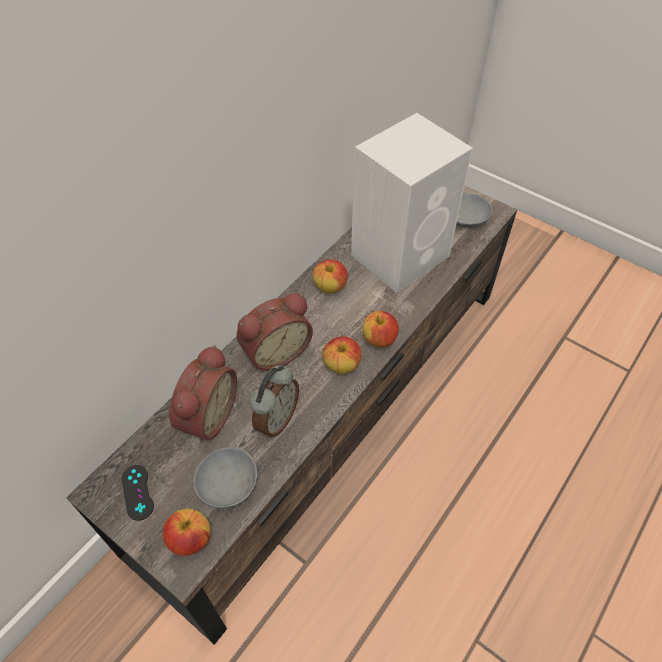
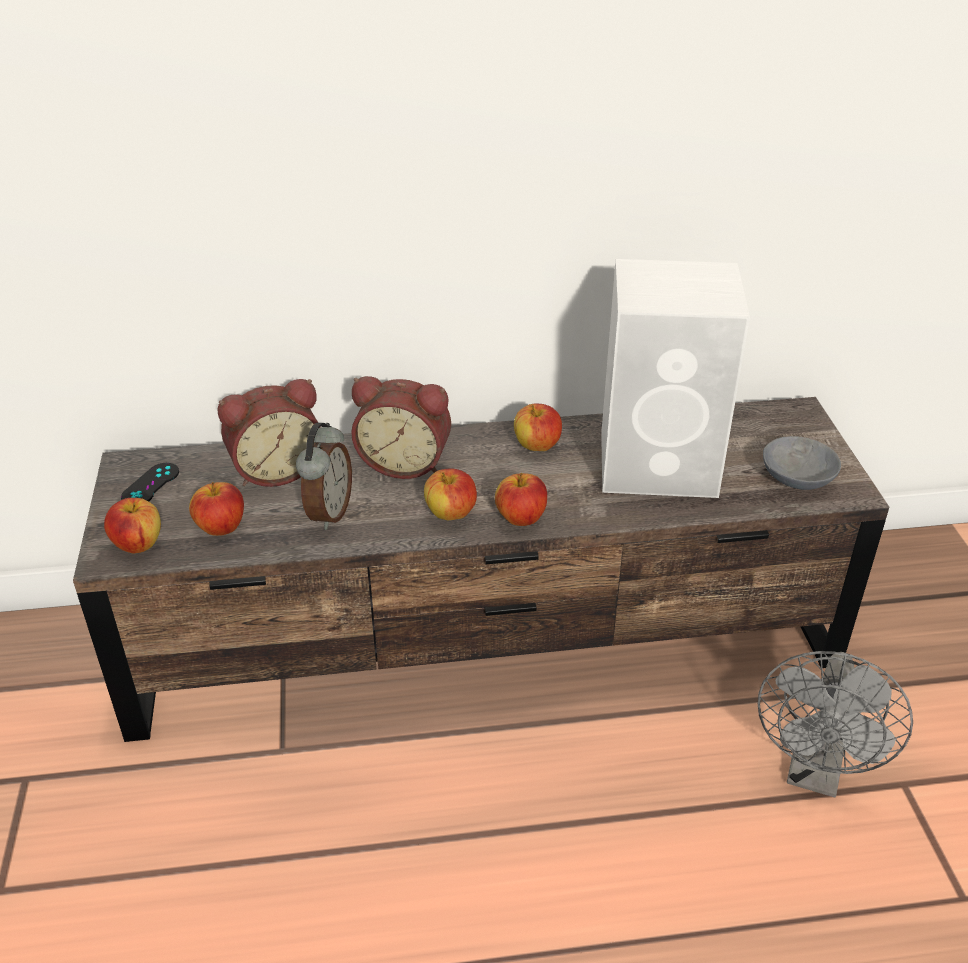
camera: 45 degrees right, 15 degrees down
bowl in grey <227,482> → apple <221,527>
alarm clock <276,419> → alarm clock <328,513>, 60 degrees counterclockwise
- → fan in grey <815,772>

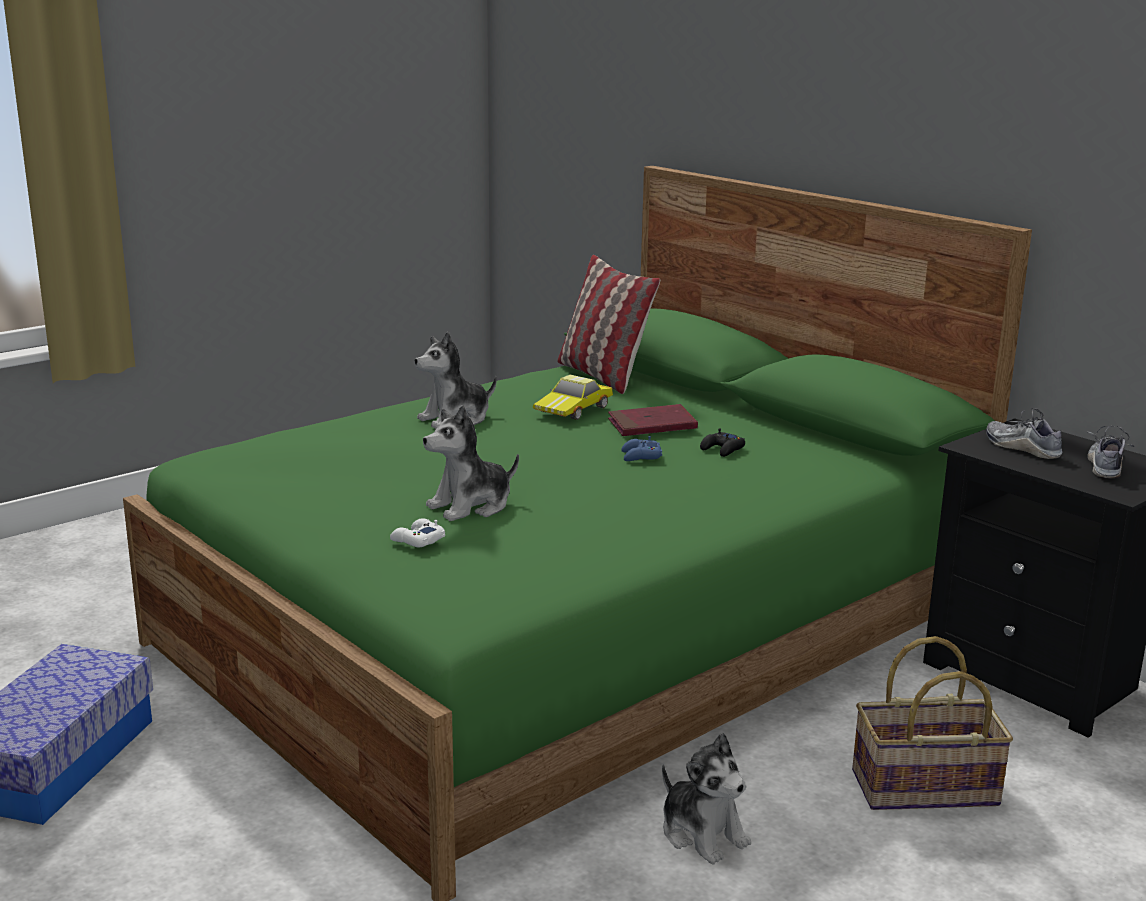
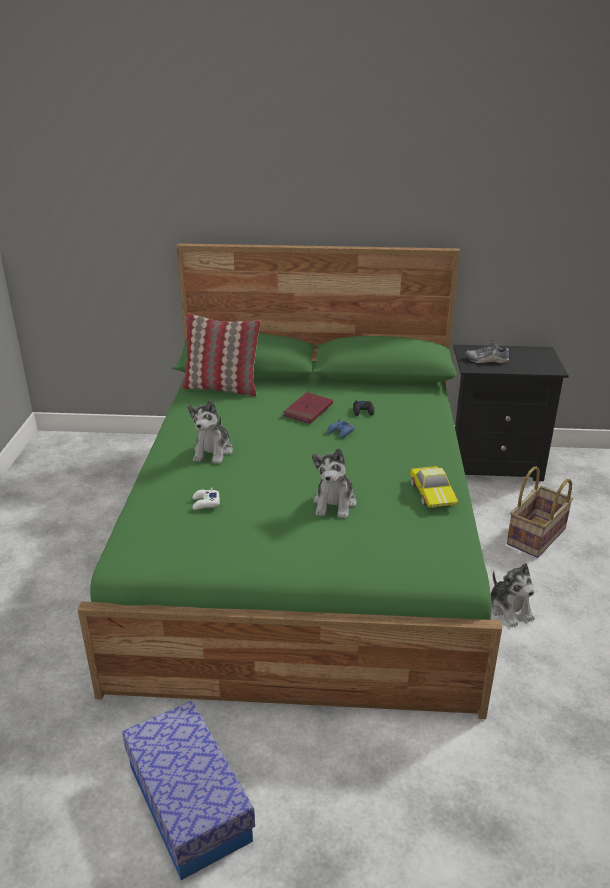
camera: 45 degrees left, 10 degrees up
game controller in white <417,540> → game controller in white <205,503>, move
toy car <575,409> → toy car <433,493>, move
plush toy <702,834> → plush toy <509,609>, 60 degrees clockwise
shoe <1105,465> → -

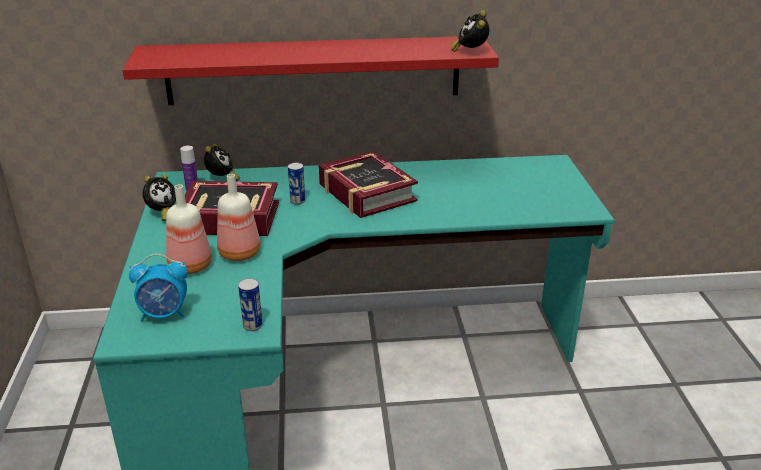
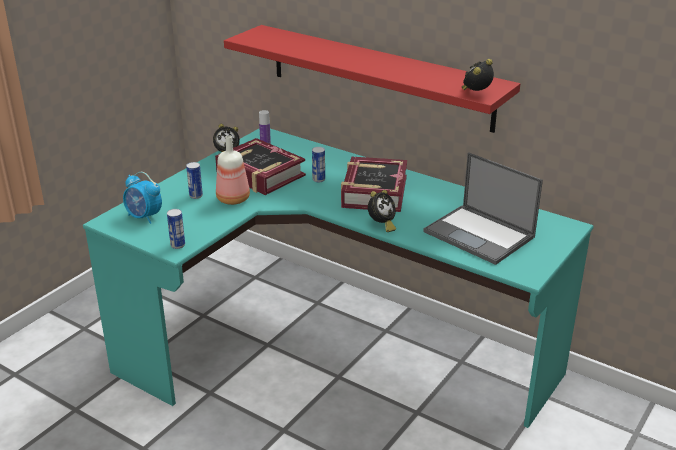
camera: 40 degrees right, 0 degrees up
bottle <191,267> → can <196,196>
alarm clock <222,179> → alarm clock <381,225>, move
- → laptop <480,235>

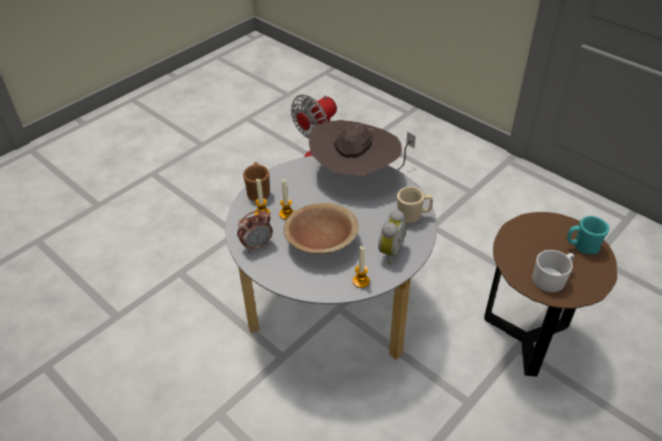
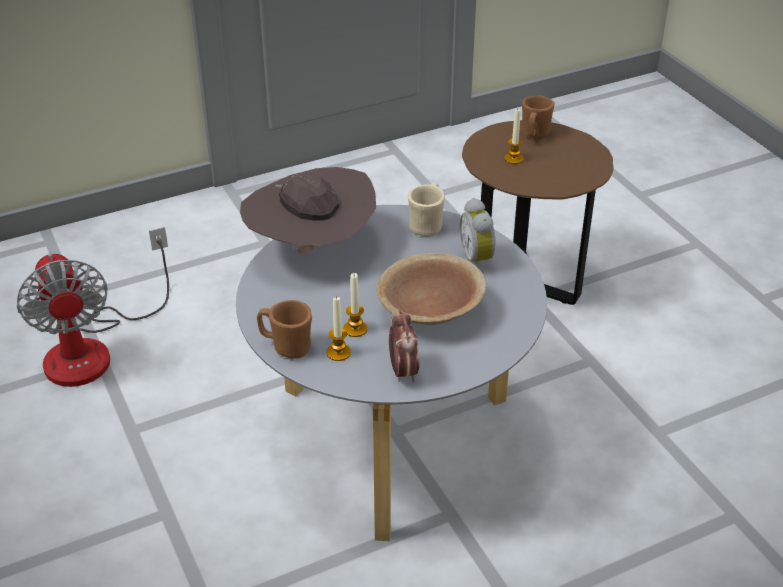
camera: 70 degrees left, 5 degrees down
alarm clock <389,252> → alarm clock <478,260>, 150 degrees counterclockwise
candle <361,281> → candle <513,159>, move
mug in turquoise <582,247> → mug in brown <534,136>
mug in white <552,278> → -

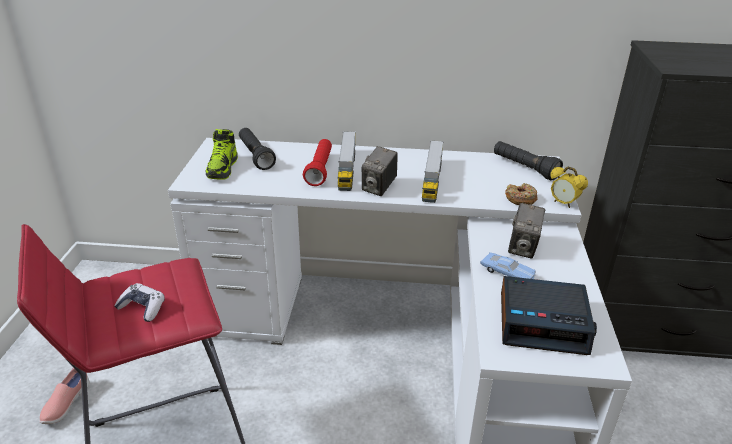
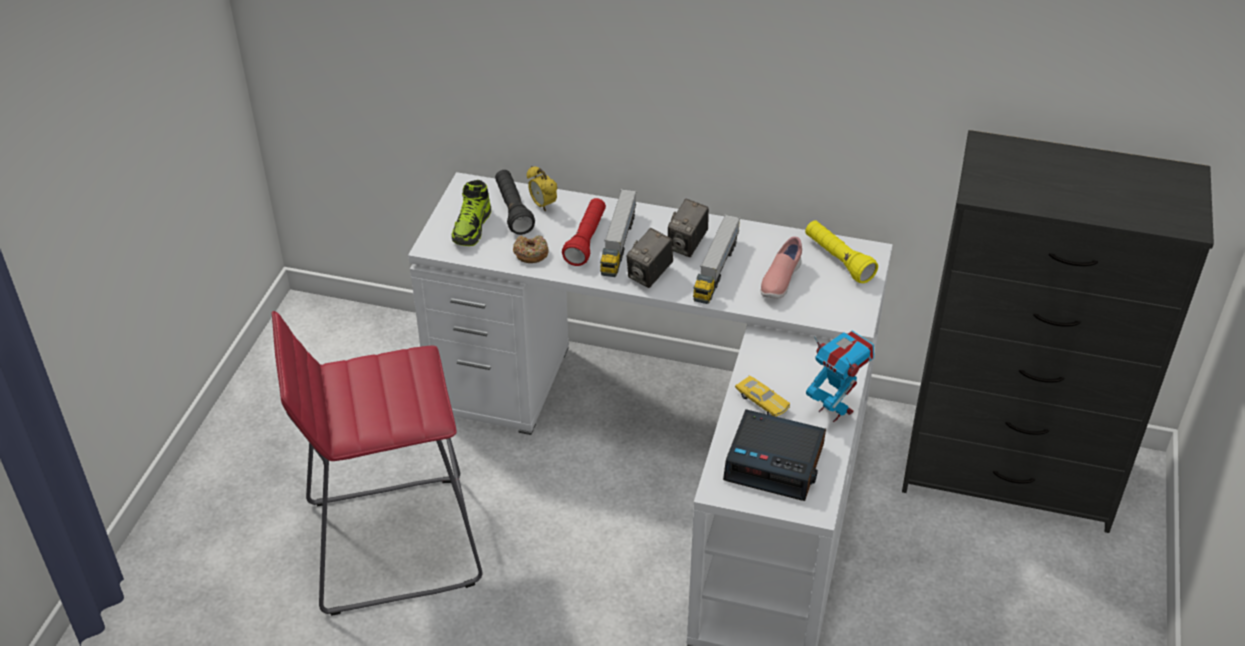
camera: 10 degrees right, 10 degrees up
donut <520,199> → donut <530,253>, move
alarm clock <563,203> → alarm clock <543,205>, move
photo camera <523,248> → photo camera <687,245>, move
toy car in blue <507,273> → toy car in yellow <762,402>
shoe in pink <66,404> → shoe in pink <780,281>, move
flashlight in black <524,168> → flashlight in yellow <838,260>
- → toy robot <834,410>
game controller <142,308> → -

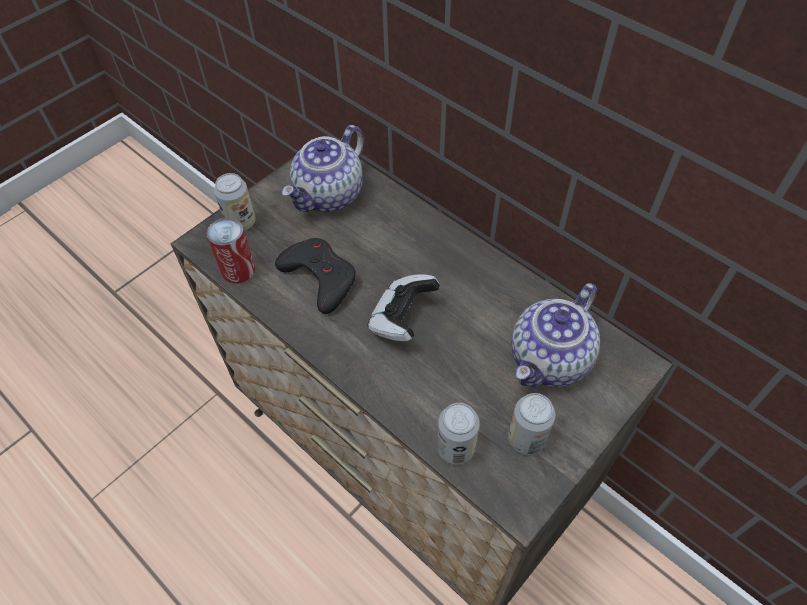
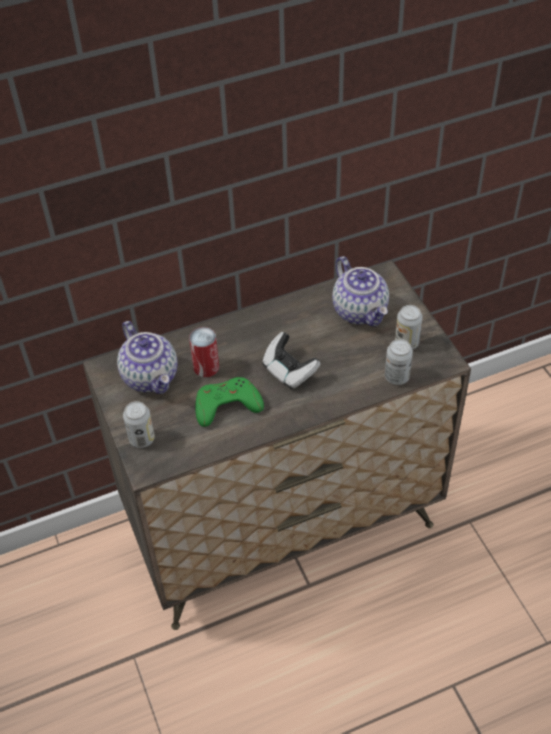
camera: 65 degrees left, 5 degrees down
can <238,270> → can <206,367>, move
game controller in black <319,277> → game controller in green <227,405>

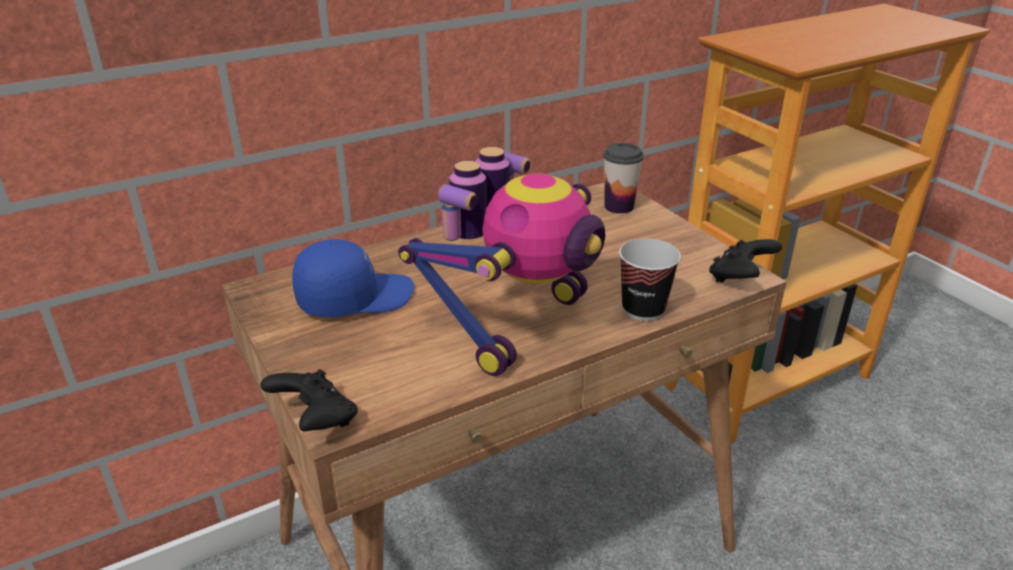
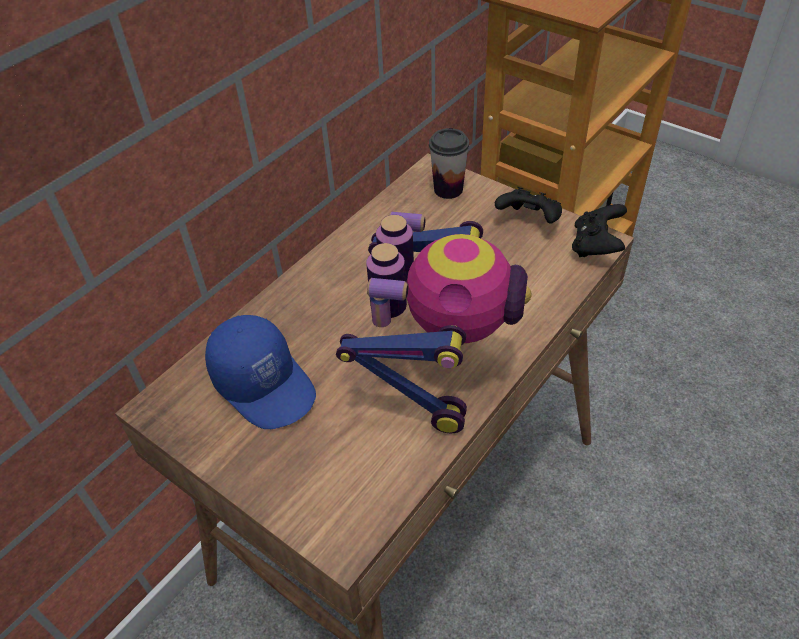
camera: 20 degrees left, 15 degrees up
cap in blue <355,297> → cap in blue <265,384>, 90 degrees clockwise
game controller in black <316,421> → game controller in black <529,221>, move
cup <643,309> → -

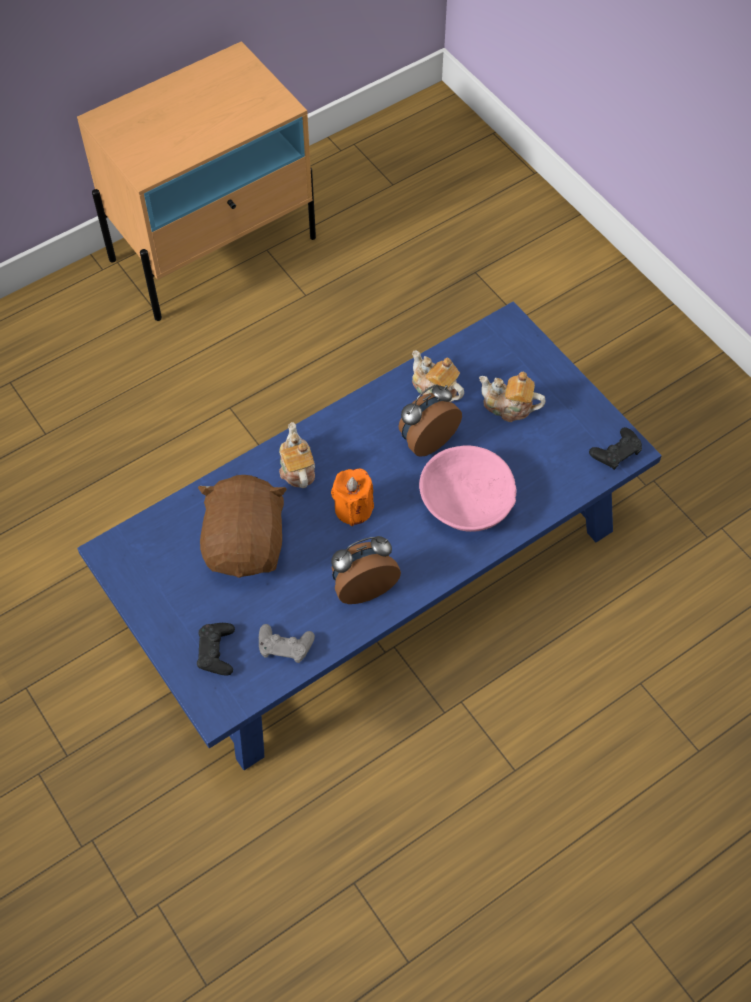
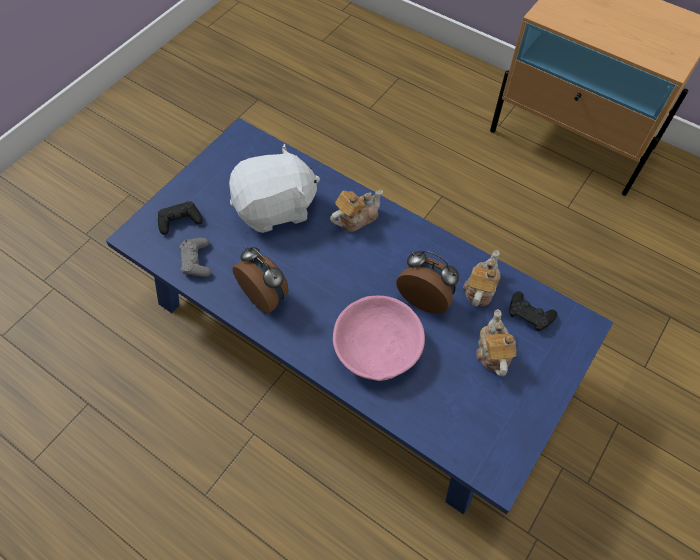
camera: 70 degrees right, 0 degrees up
plush toy in brown <246,544> → plush toy in white <276,208>
game controller in black <616,452> → game controller in black <529,314>, move
candle in orange <353,508> → -

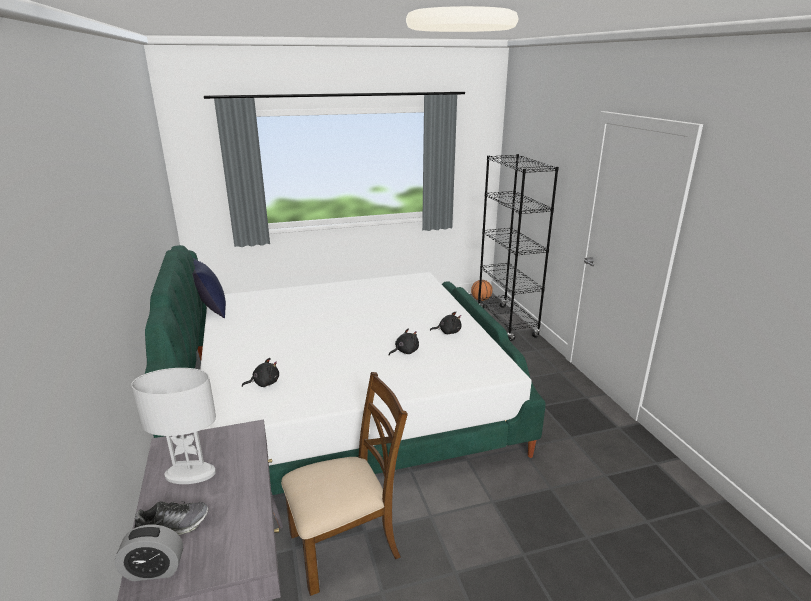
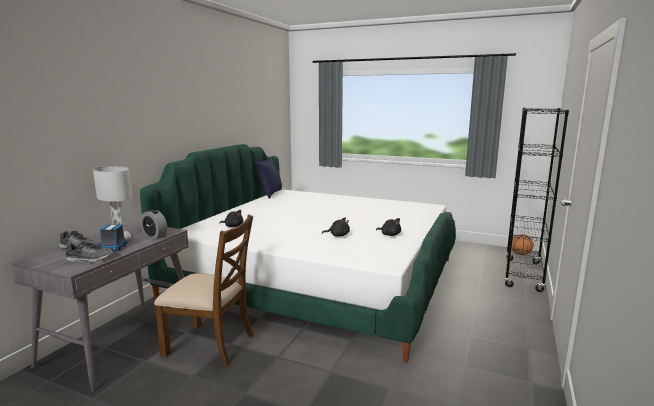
camera: 40 degrees right, 10 degrees down
- → shoe <89,259>
- → toy truck <113,248>
alarm clock <154,570> → alarm clock <154,235>, move

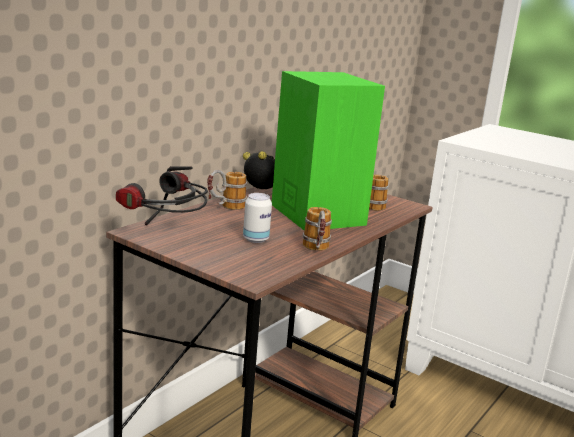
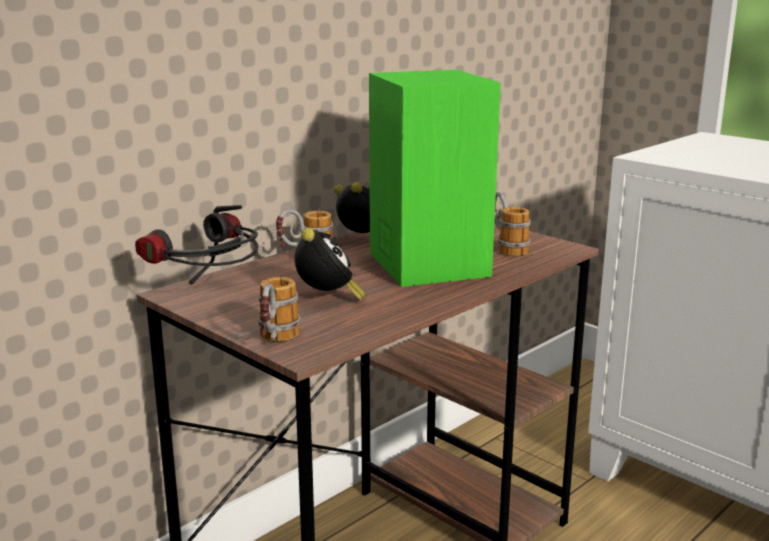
camera: 10 degrees right, 0 degrees up
mug <316,250> → mug <275,341>, move
can <255,239> → alarm clock <328,299>

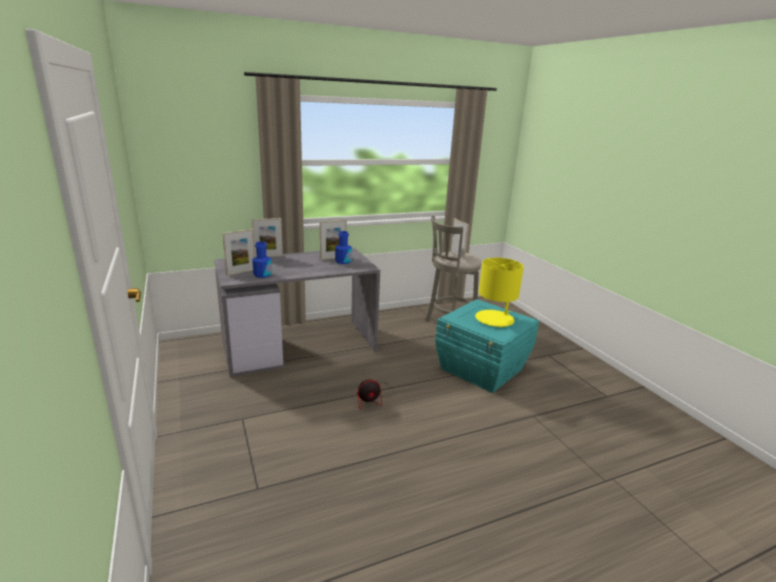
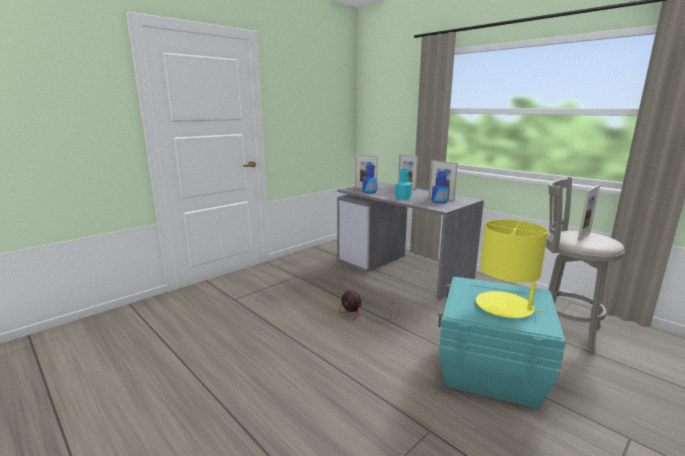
camera: 70 degrees right, 5 degrees down
- → bottle in turquoise <403,197>

